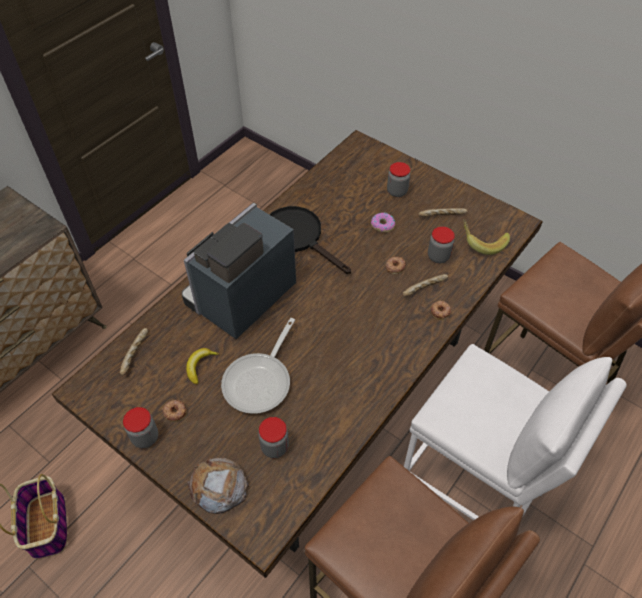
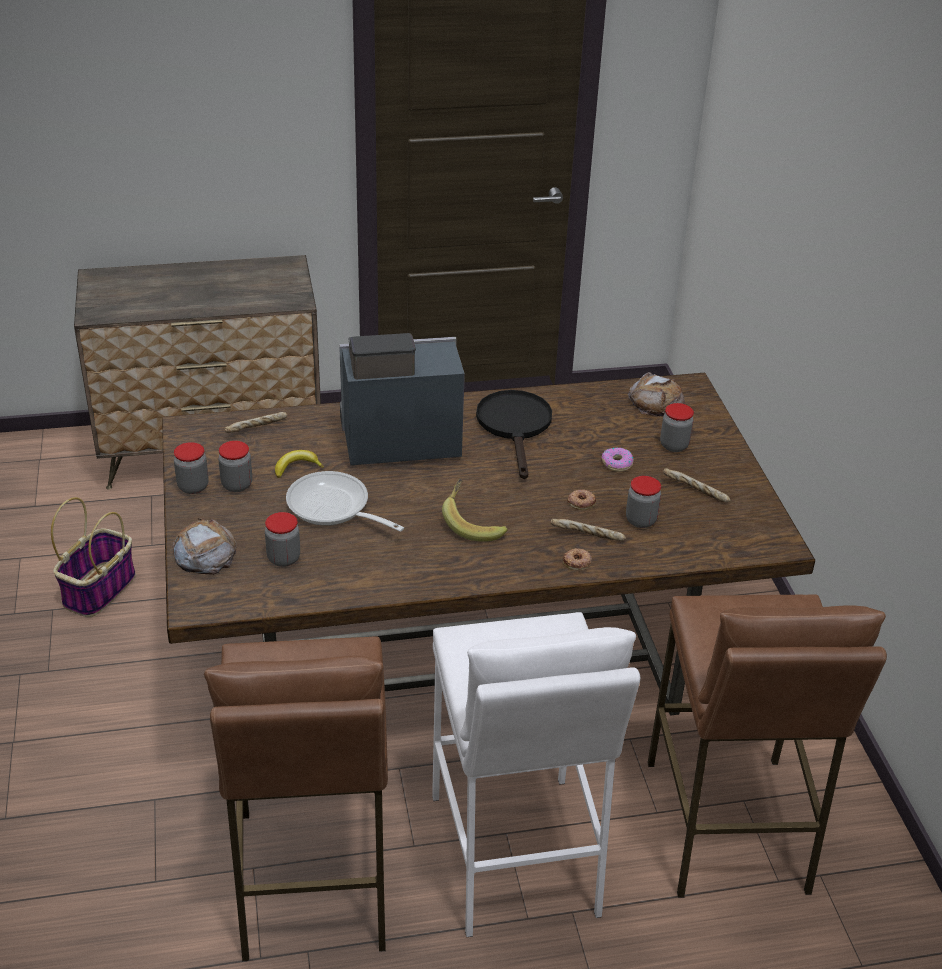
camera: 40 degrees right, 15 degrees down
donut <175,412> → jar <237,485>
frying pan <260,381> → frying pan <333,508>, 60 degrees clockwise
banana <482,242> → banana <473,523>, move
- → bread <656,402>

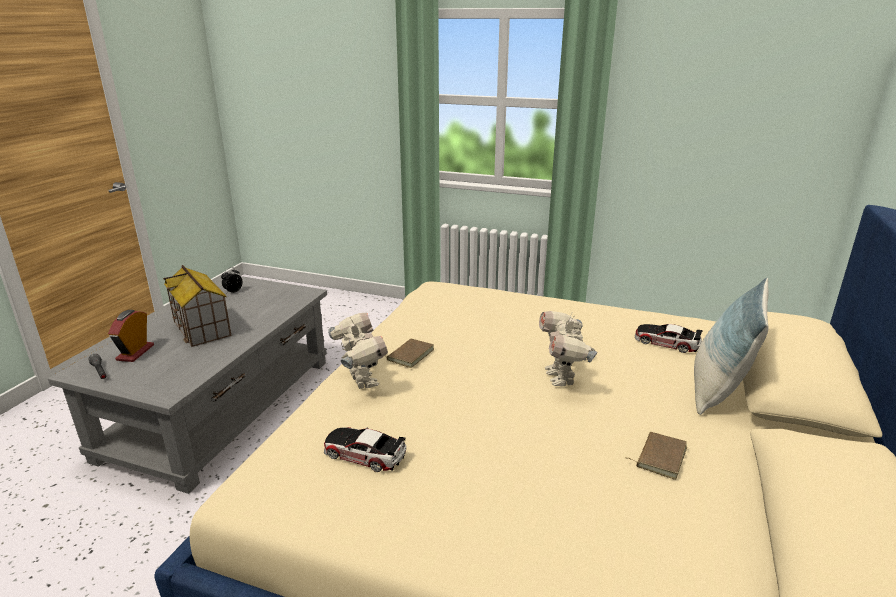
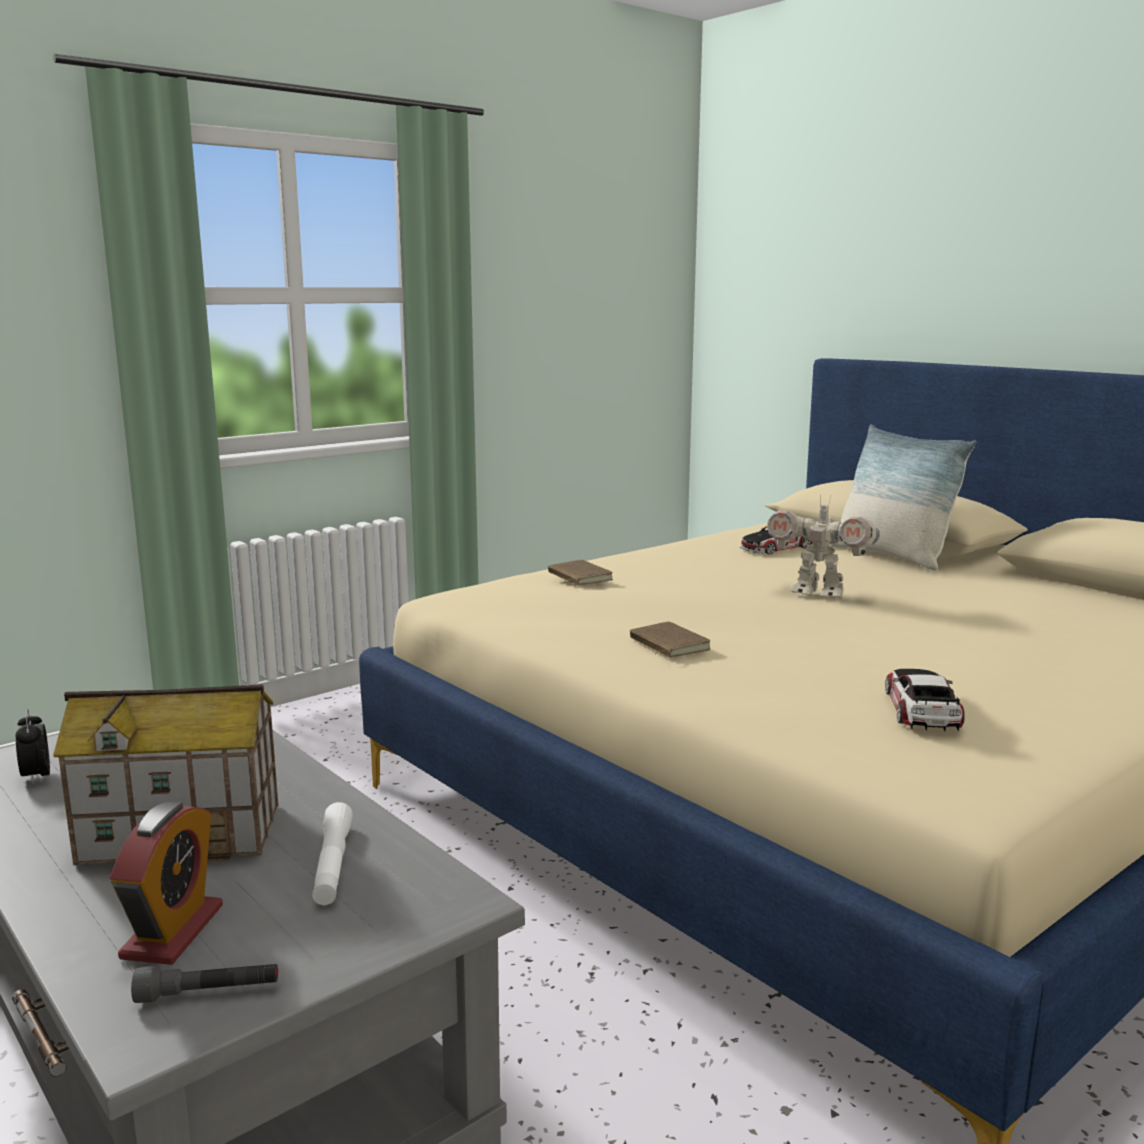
camera: 60 degrees left, 10 degrees down
alarm clock <135,352> → alarm clock <173,932>, 120 degrees counterclockwise
- → flashlight in white <332,865>
book in brown <659,456> → book in brown <577,577>, move
toy car <364,454> → toy car <922,710>, 135 degrees clockwise
toy robot <361,381> → -

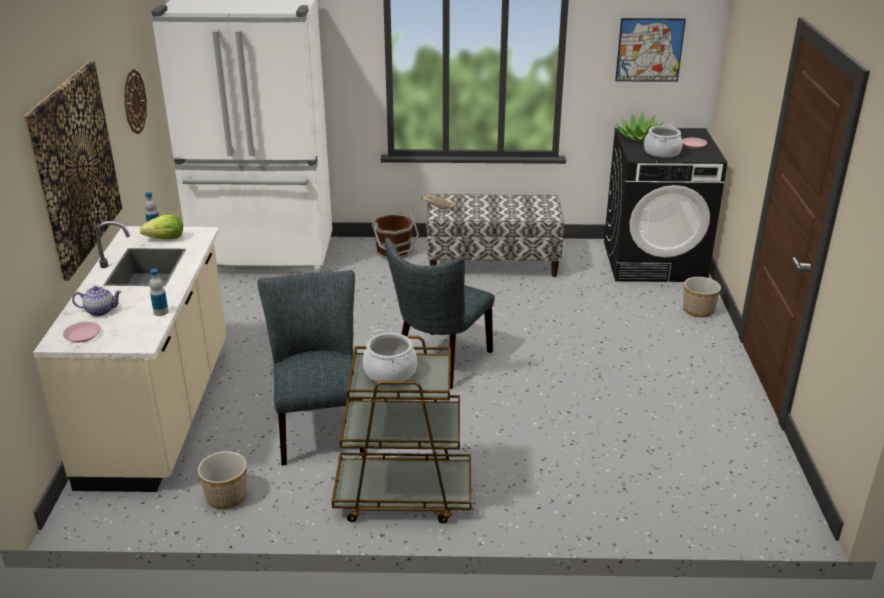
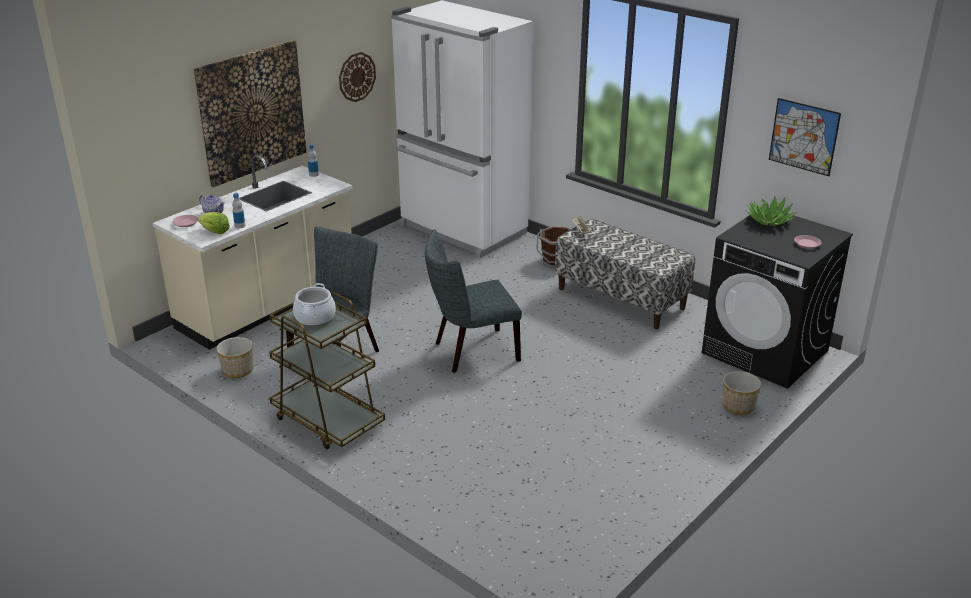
camera: 40 degrees right, 0 degrees up
lettuce <166,239> → lettuce <215,232>, move
cooking pot <662,153> → -

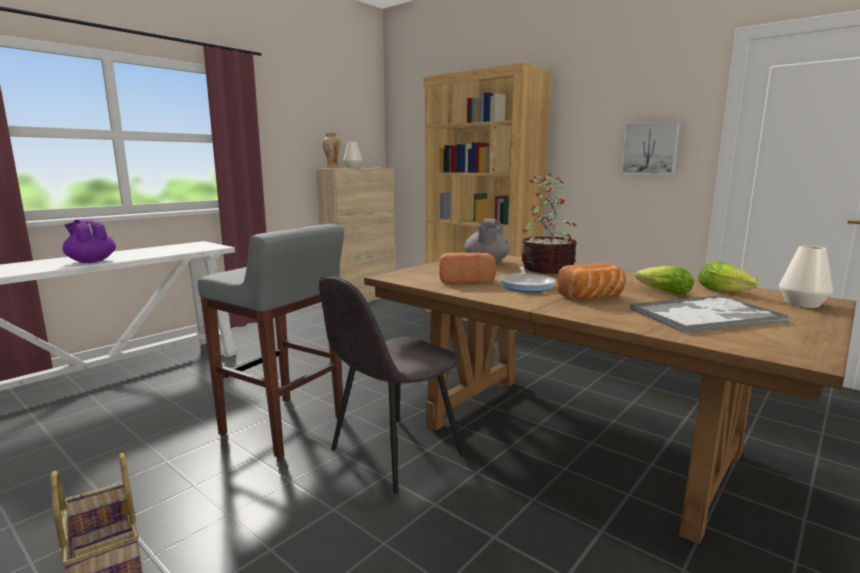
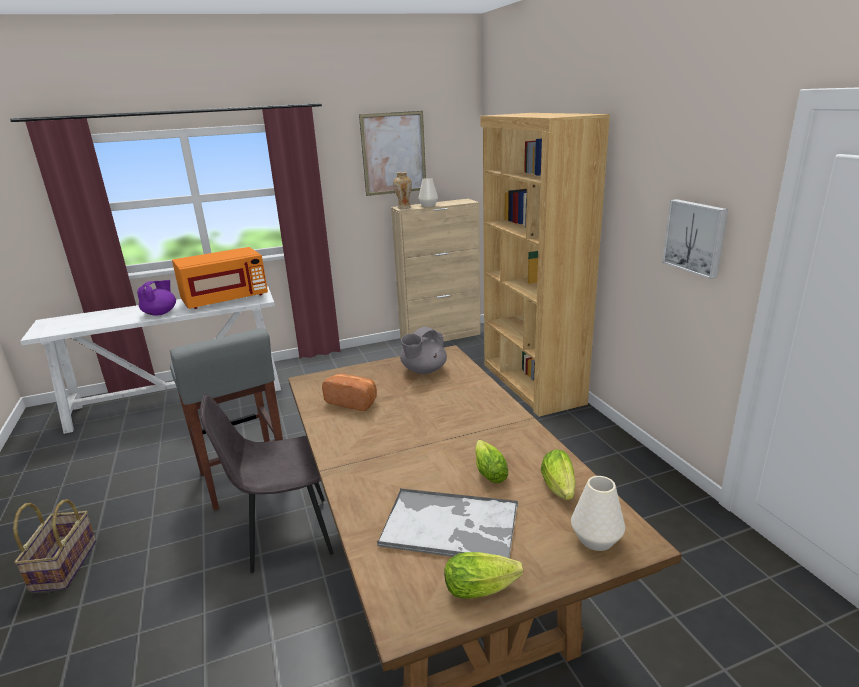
camera: 30 degrees right, 10 degrees up
teapot in purple <91,261> → teapot in purple <160,313>, 45 degrees clockwise
- → microwave in orange <225,299>
- → picture <394,153>
- → lettuce <484,587>
frying pan <527,285> → -
potted plant <546,268> → -
bread <593,298> → -

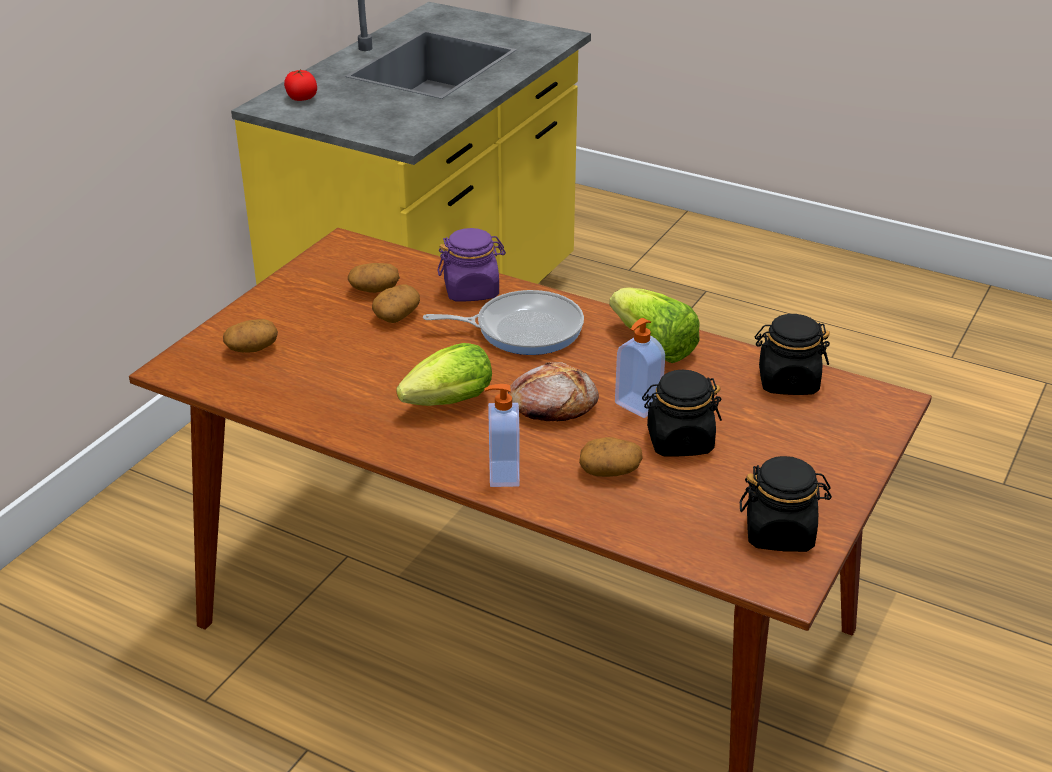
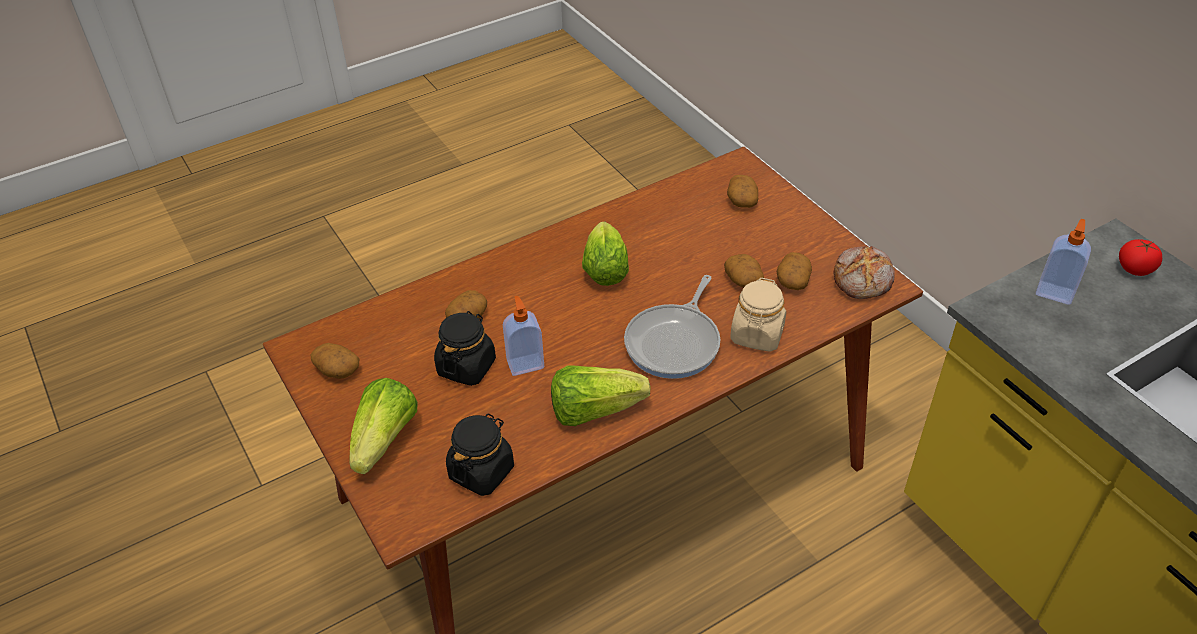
camera: 120 degrees right, 10 degrees up
jar in black <780,533> → potato <337,370>
- → lettuce <385,440>
jar in purple <472,290> → jar in beige <757,335>
bread <552,404> → bread <863,280>, move
soap dispenser <502,474> → soap dispenser <1055,292>, move

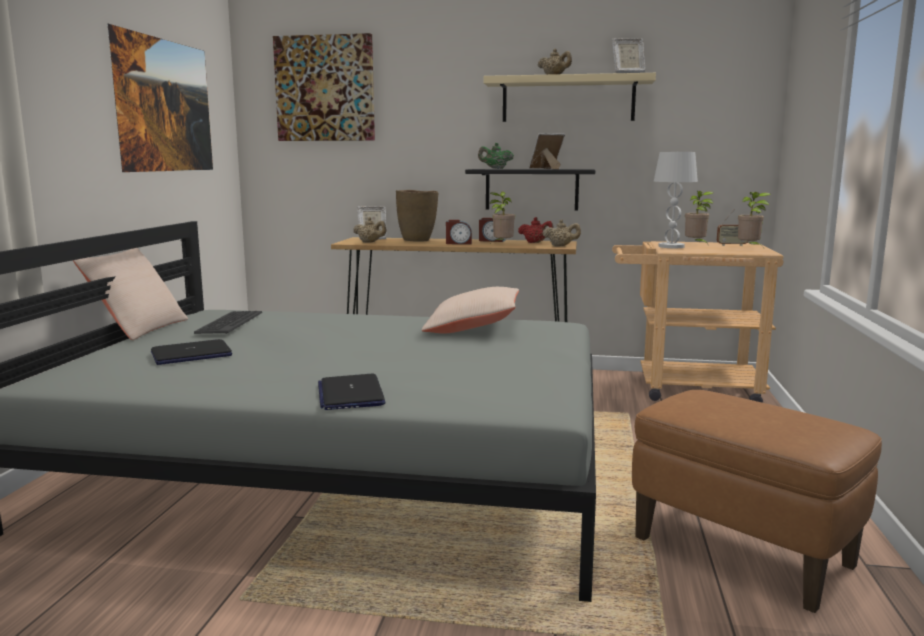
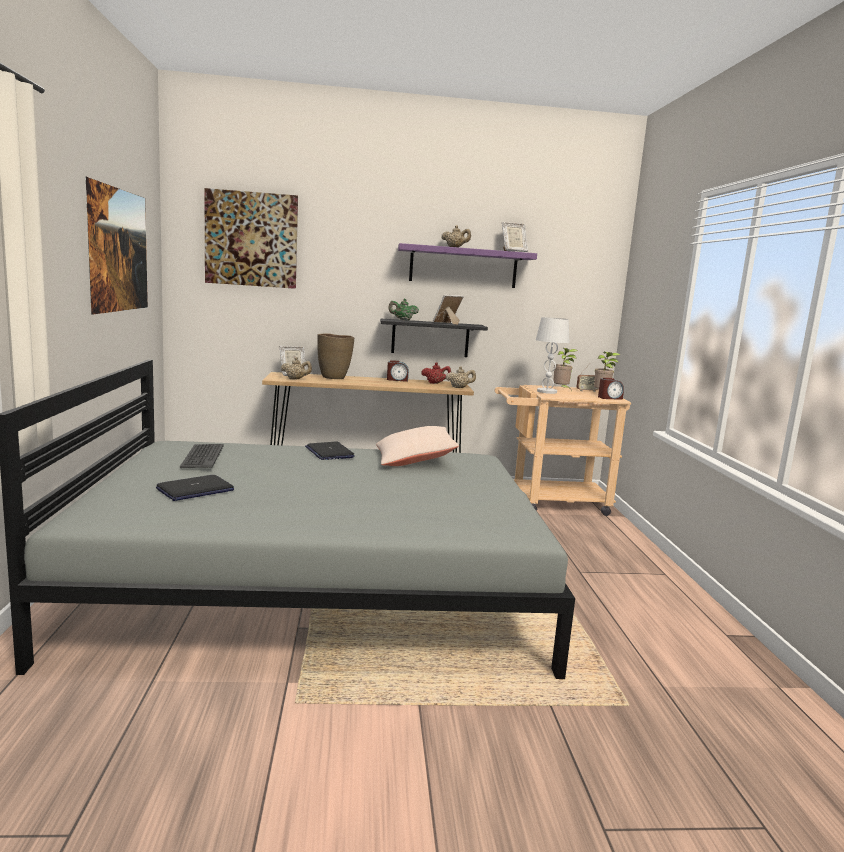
camera: 15 degrees left, 0 degrees up
laptop <350,394> → laptop <329,452>, move
shelf in beige <568,99> → shelf in purple <463,267>
alarm clock <458,243> → alarm clock <609,398>, move
pillow in beige <138,328> → -
potted plant <502,245> → -
ottoman in brown <743,553> → -

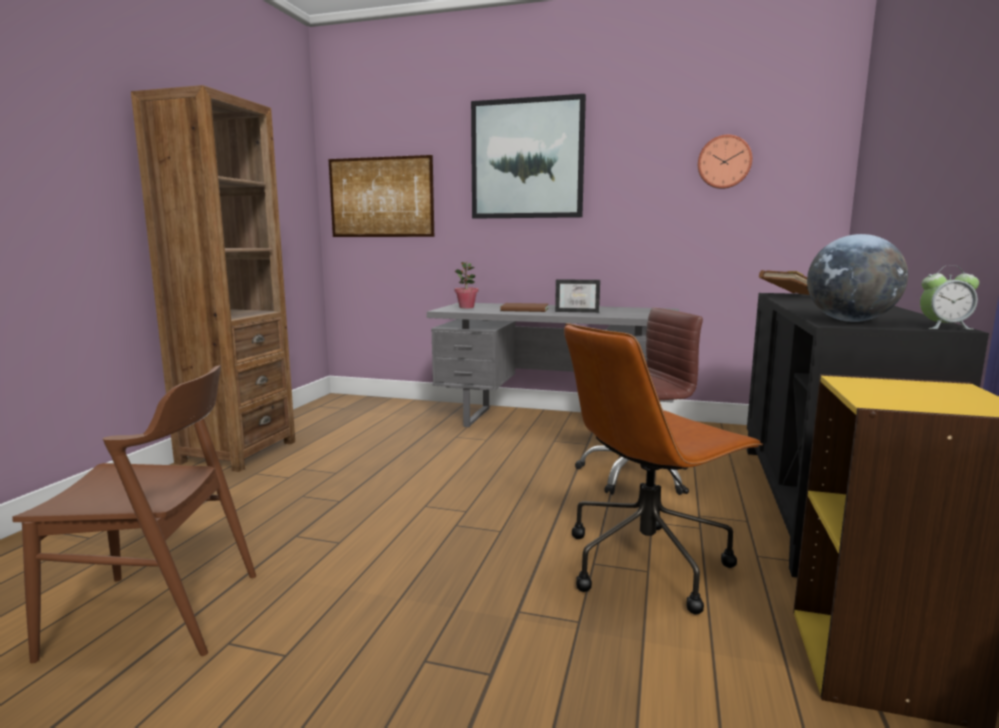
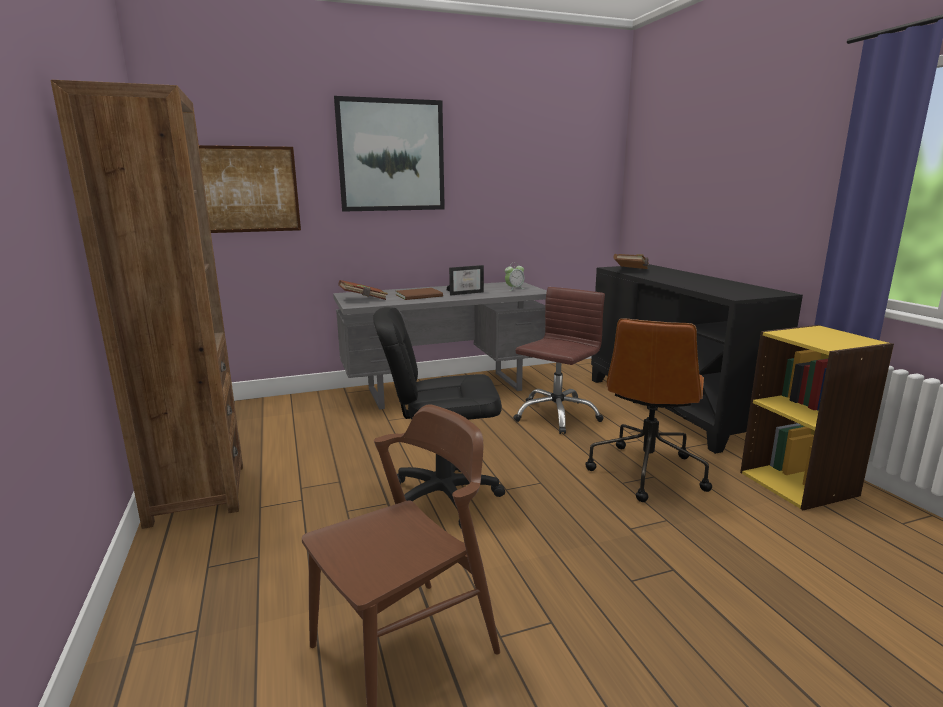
camera: 35 degrees left, 5 degrees up
potted plant <466,307> → book in brown <363,299>
- → office chair in black <443,497>
alarm clock <944,327> → alarm clock <514,289>, move
wall clock <724,162> → -
globe <850,321> → -

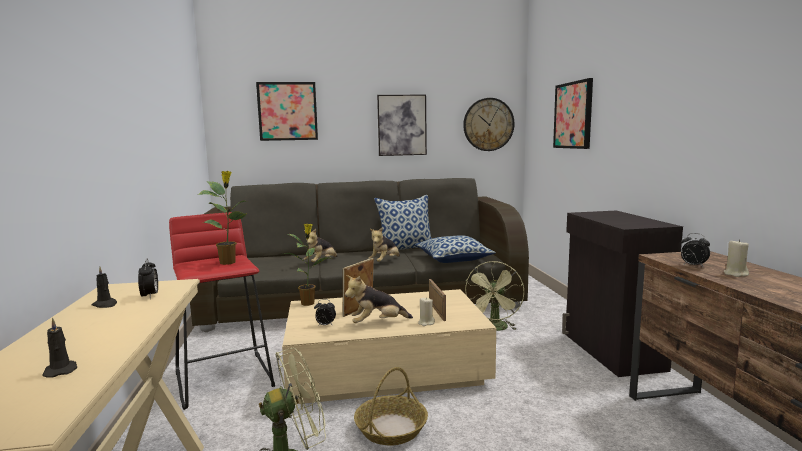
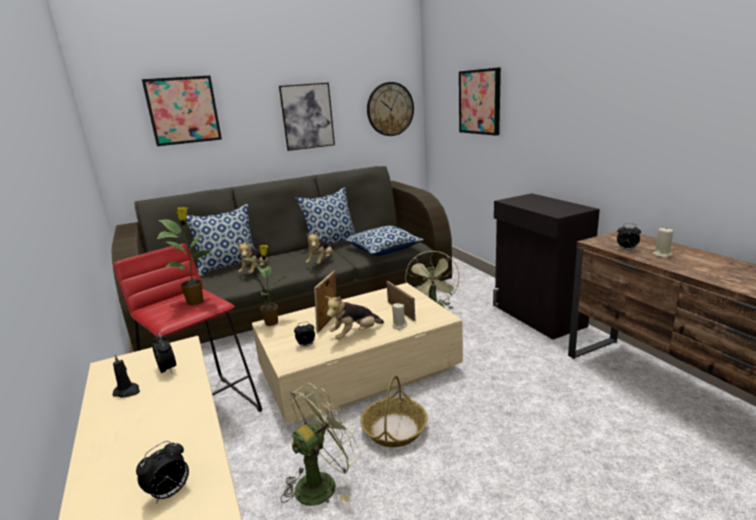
camera: 15 degrees left, 10 degrees up
candle in black <61,370> → alarm clock <170,493>
- → pillow <228,266>

